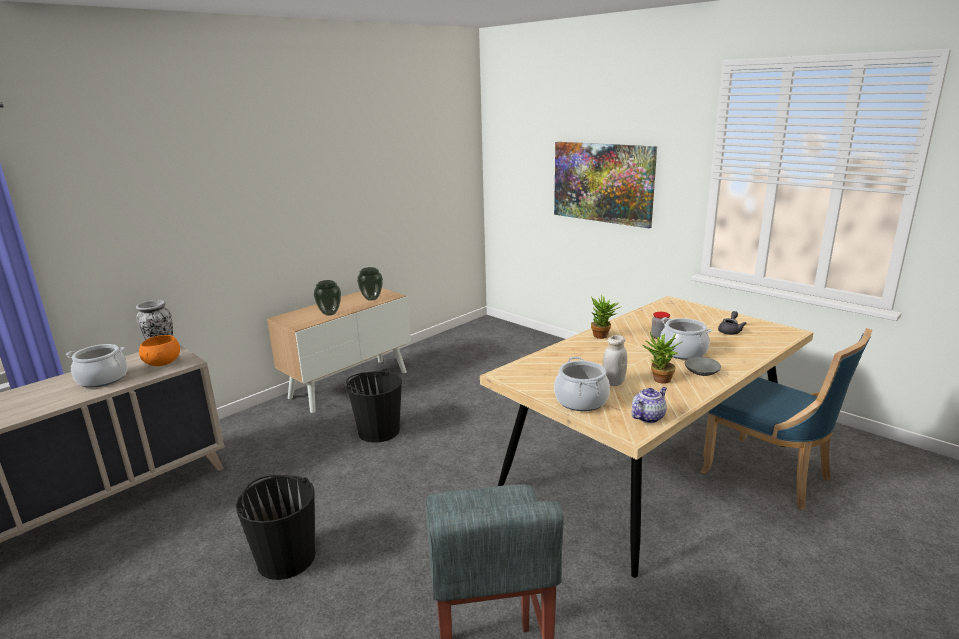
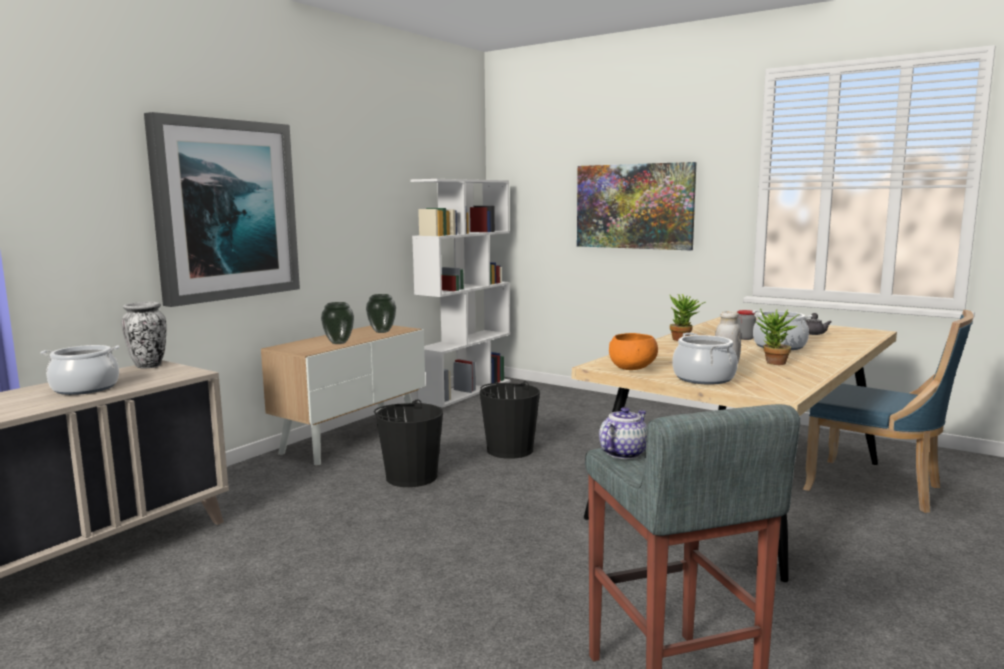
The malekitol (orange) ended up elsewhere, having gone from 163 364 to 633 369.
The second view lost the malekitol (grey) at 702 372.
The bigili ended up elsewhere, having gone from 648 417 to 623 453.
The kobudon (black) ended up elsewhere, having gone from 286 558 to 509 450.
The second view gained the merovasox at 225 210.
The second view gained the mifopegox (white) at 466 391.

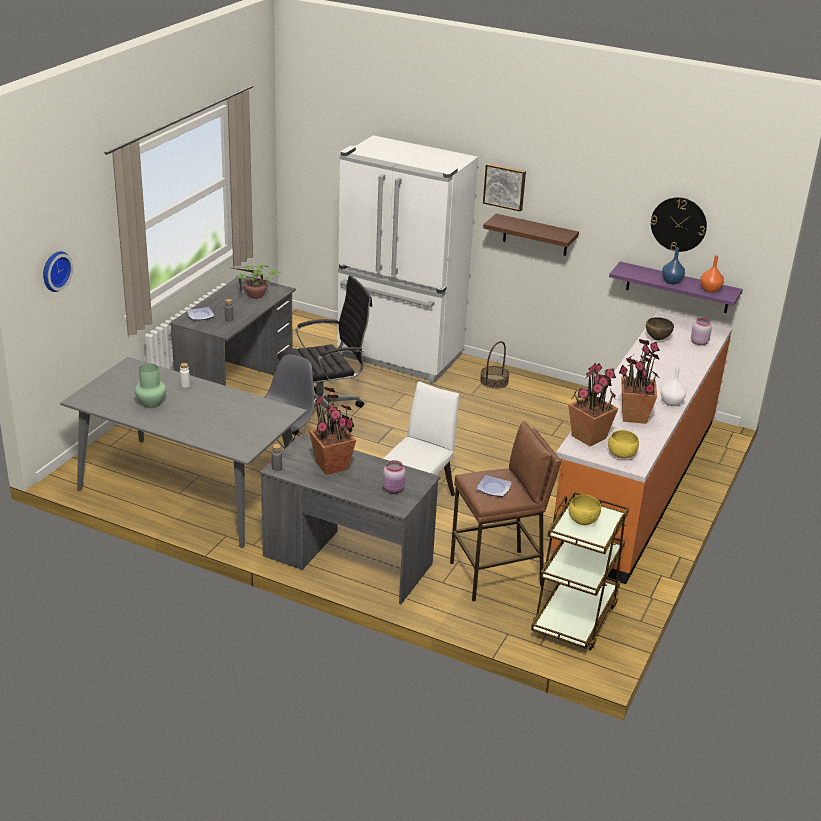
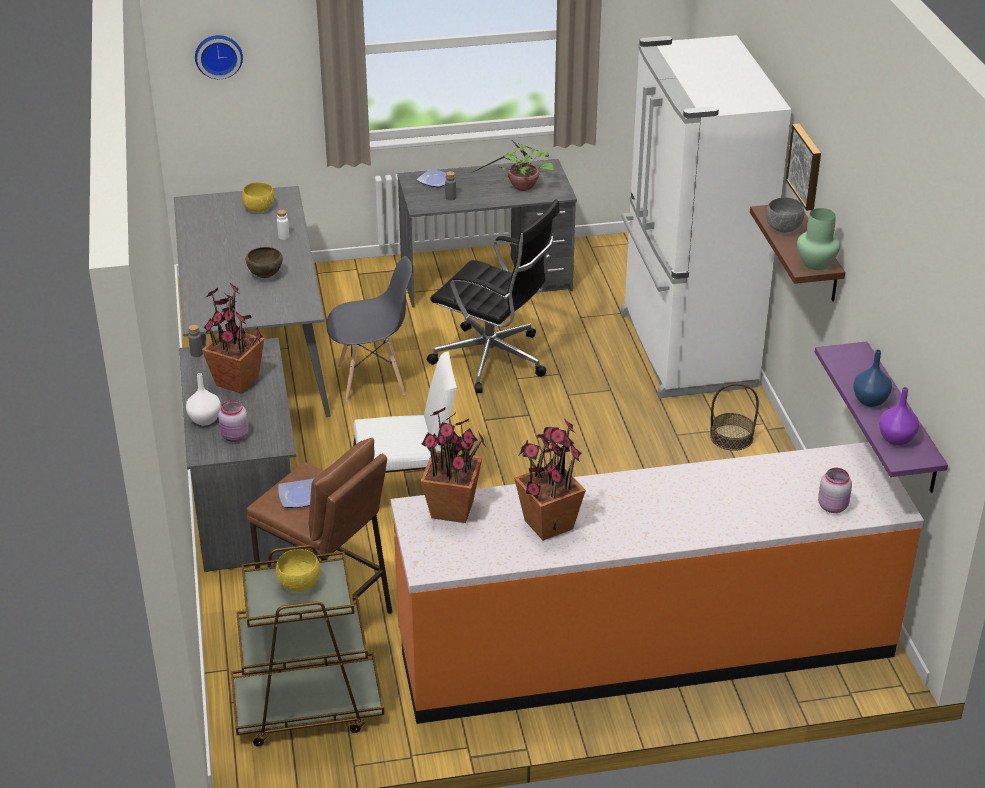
The second view lost the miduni at 678 224.
What was the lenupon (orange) at 710 290 turned into the lenupon (purple) at 895 439.
The malekitol (brown) ended up elsewhere, having gone from 657 339 to 265 276.
The lenupon (green) ended up elsewhere, having gone from 151 403 to 816 264.
The lenupon (white) ended up elsewhere, having gone from 671 402 to 205 419.
The malekitol (yellow) ended up elsewhere, having gone from 621 454 to 259 209.
The second view gained the malekitol (grey) at 784 229.

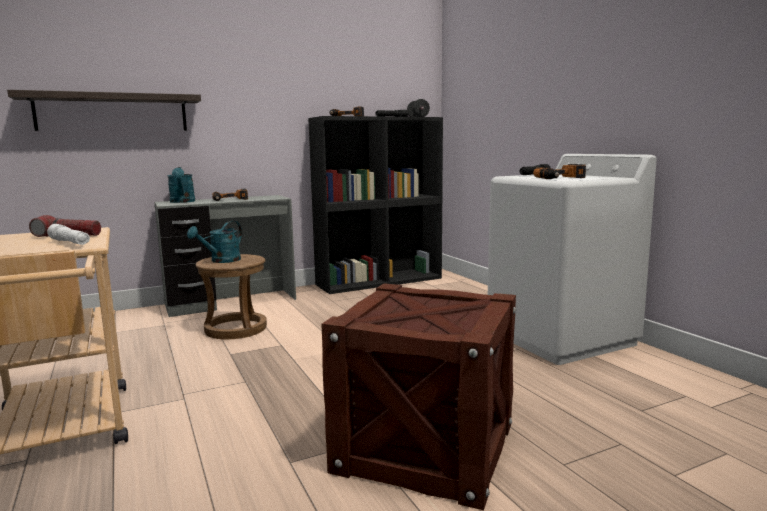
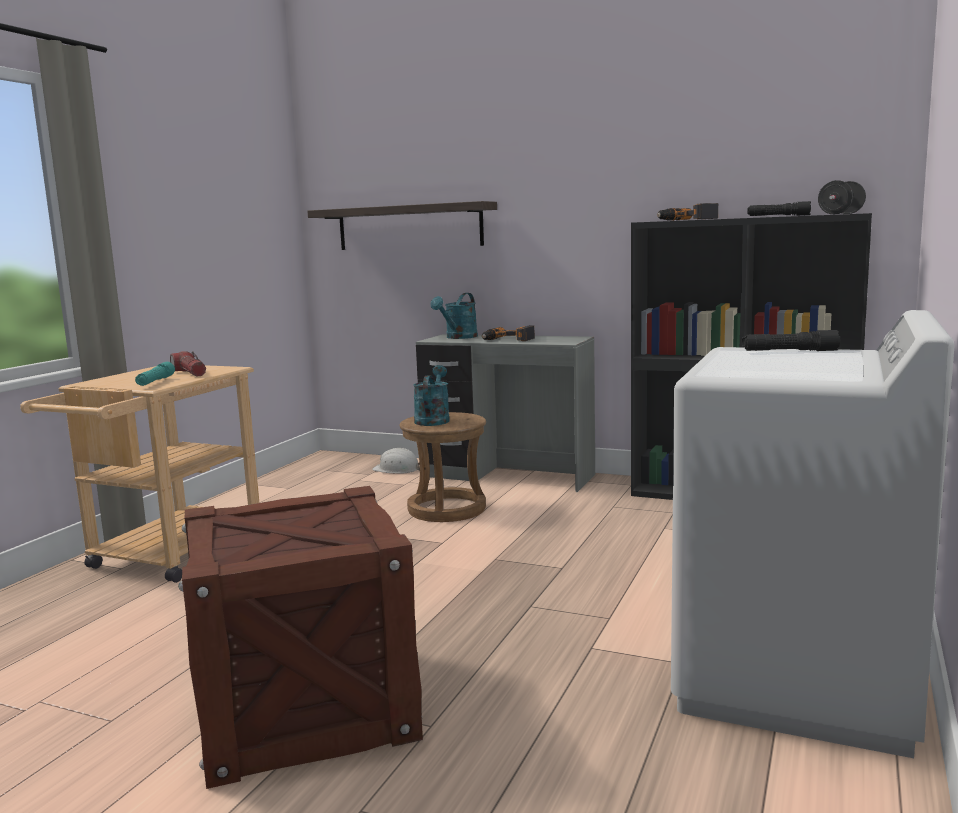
The second view lost the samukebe at 561 178.
The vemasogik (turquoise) at 221 261 ended up facing another way, 105 degrees clockwise from before.
What was the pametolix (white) at 69 242 turned into the pametolix (turquoise) at 155 381.
The second view gained the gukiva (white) at 397 469.

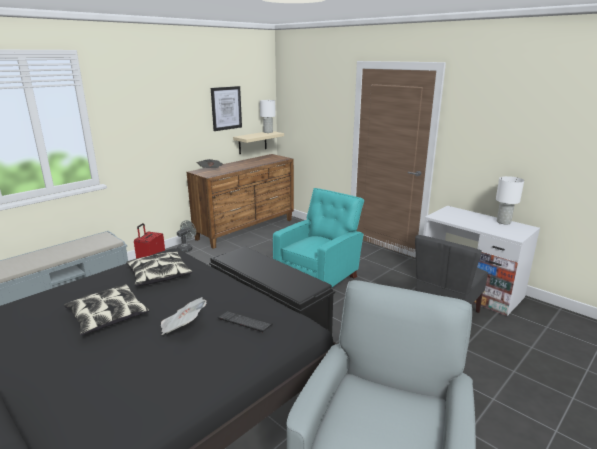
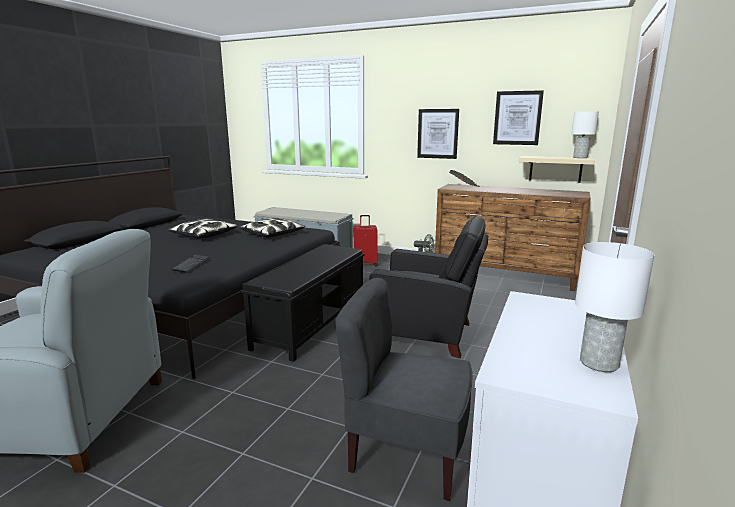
What was the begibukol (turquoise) at 319 278 turned into the begibukol (black) at 428 334.
The second view lost the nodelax at 183 326.
The second view gained the merovasox at 437 133.

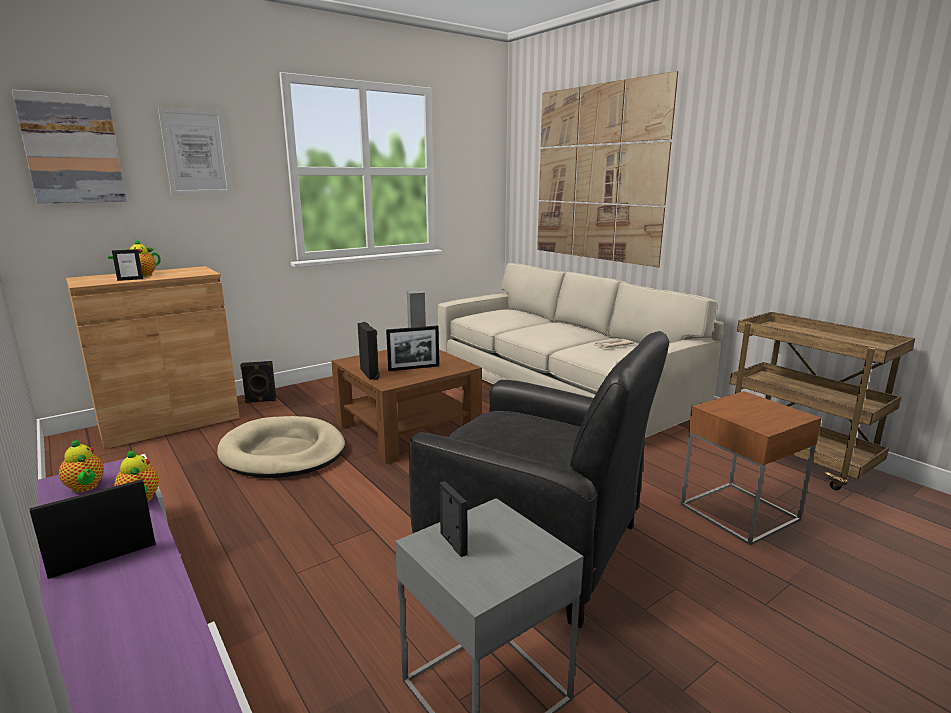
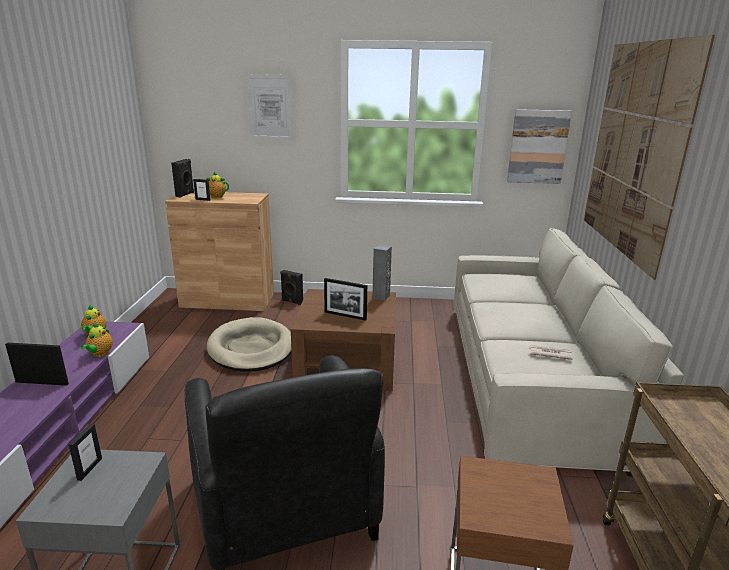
The merovasox ended up elsewhere, having gone from 72 149 to 537 147.
The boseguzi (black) ended up elsewhere, having gone from 370 374 to 185 194.

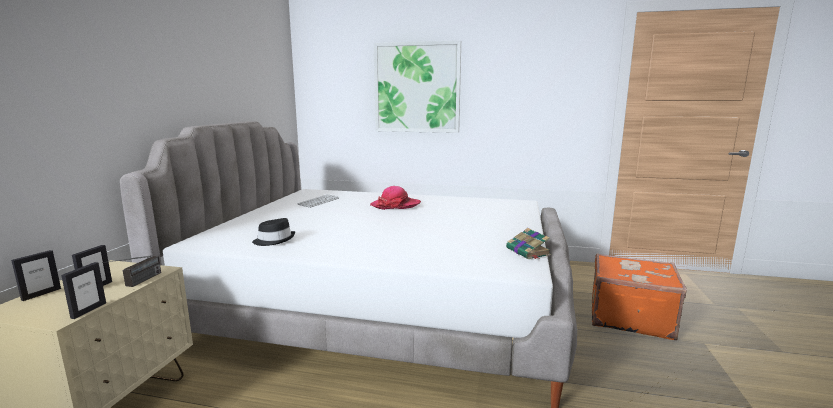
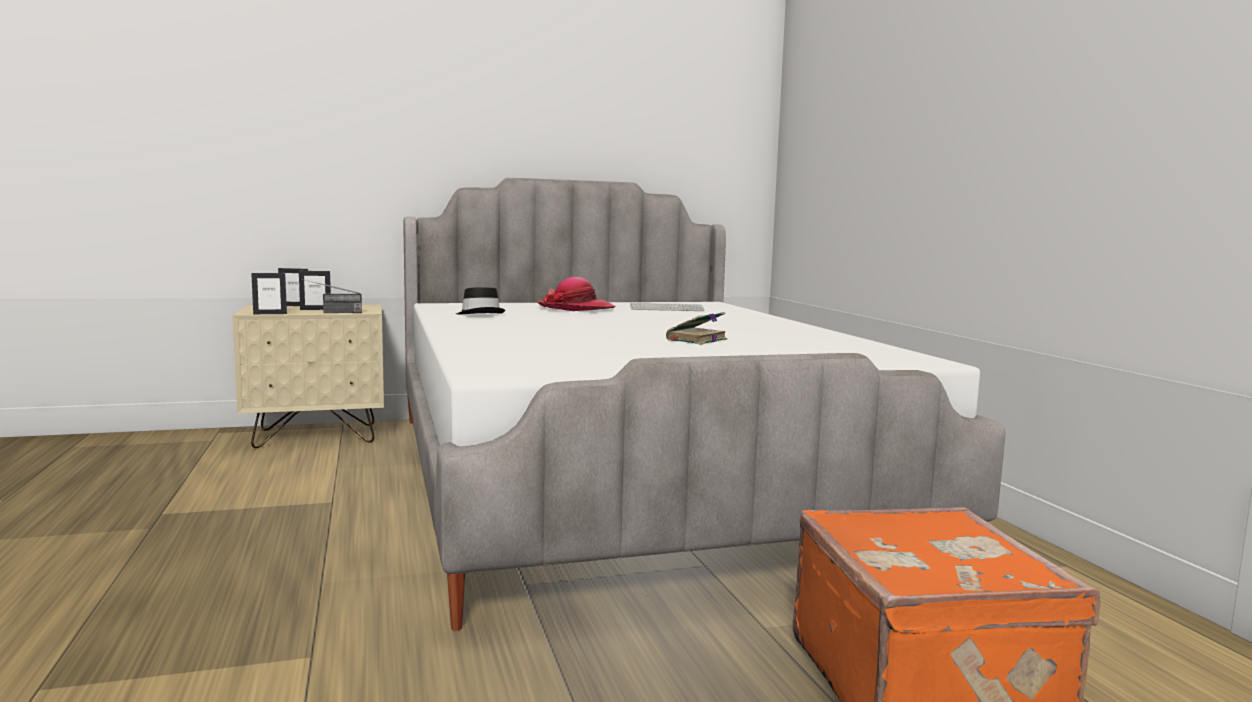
The second view lost the merovasox at 417 88.
The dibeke ended up elsewhere, having gone from 395 205 to 575 309.
The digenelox ended up elsewhere, having gone from 528 252 to 695 340.

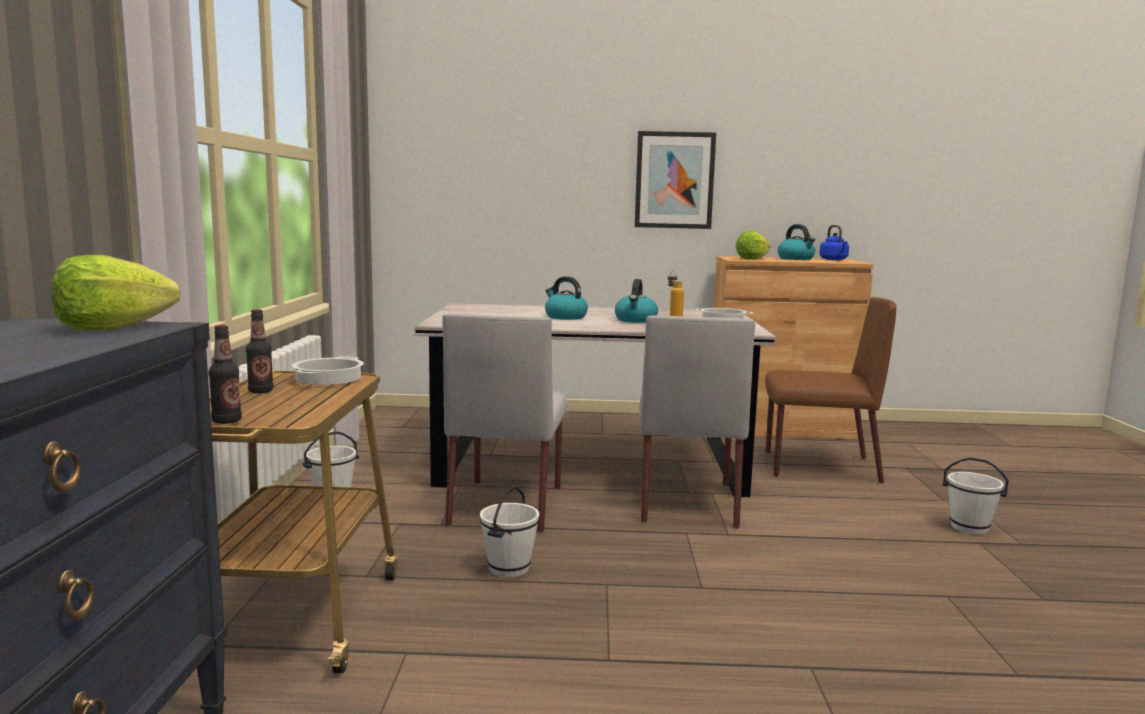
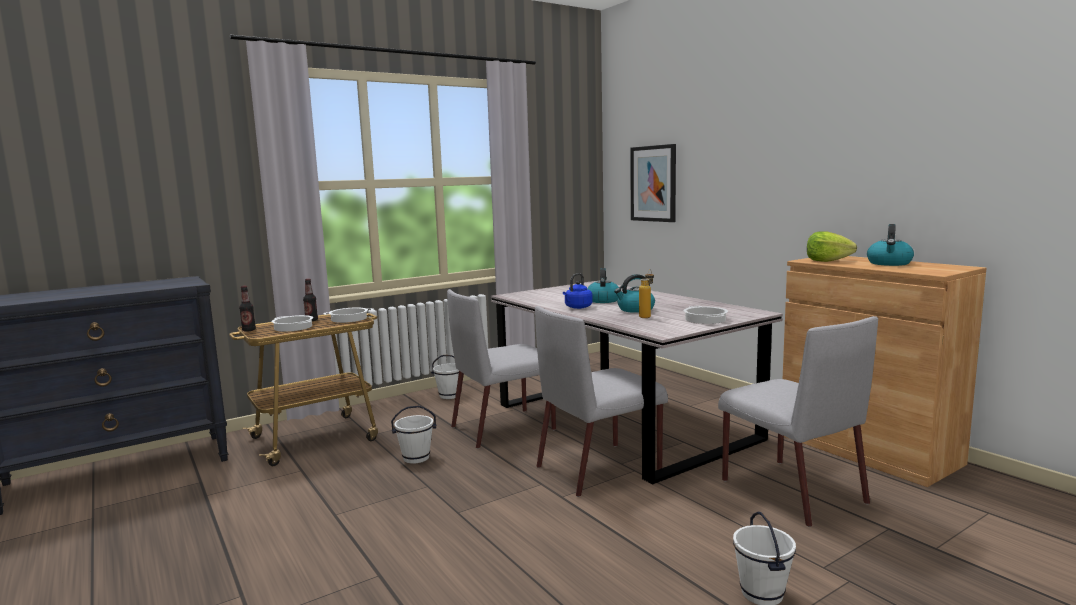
The merovasox ended up elsewhere, having gone from 674 180 to 653 183.
The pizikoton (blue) ended up elsewhere, having gone from 834 260 to 577 307.
The second view lost the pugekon at 113 327.
What was the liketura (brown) at 818 466 turned into the liketura (grey) at 790 490.
The second view gained the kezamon at 292 327.

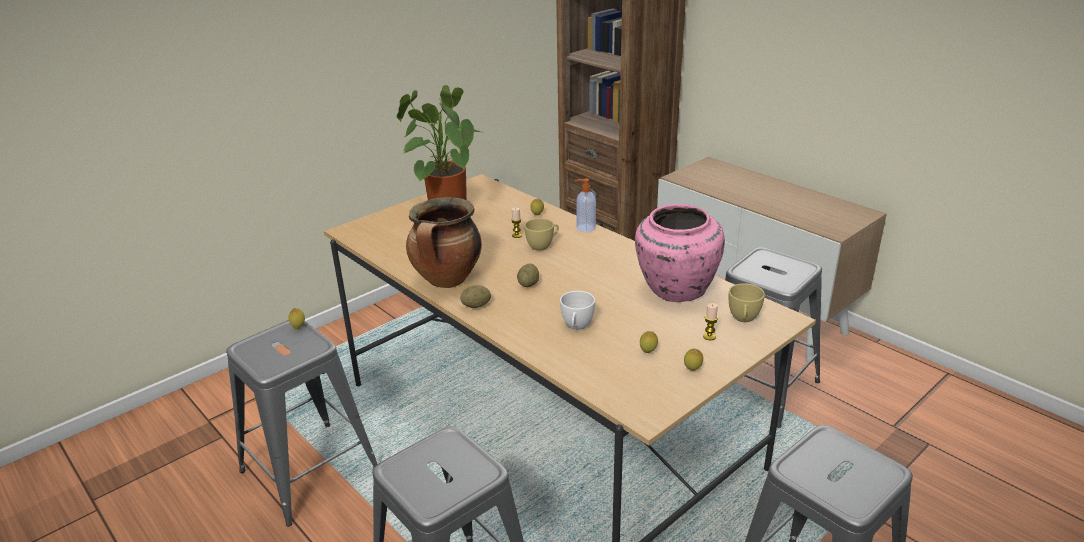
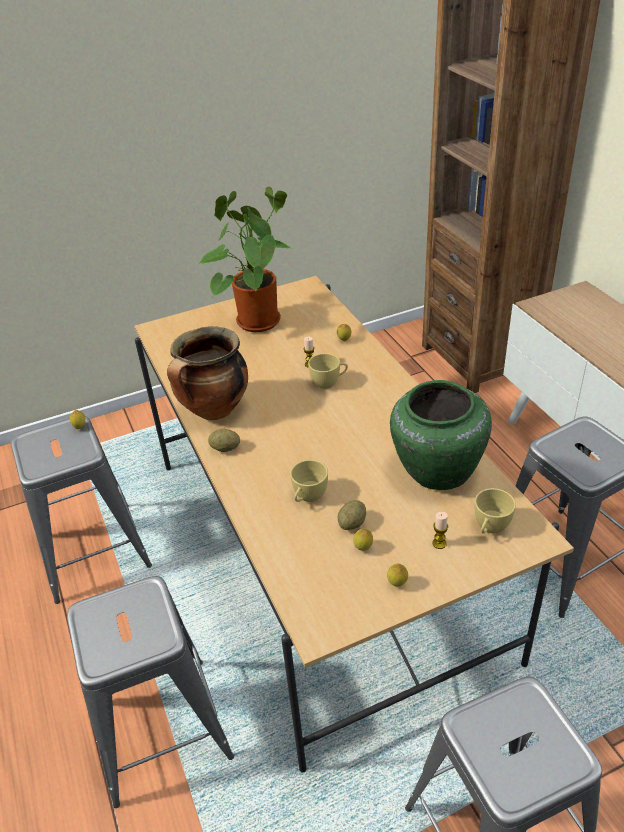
The second view lost the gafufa at 585 228.
What was the lenupon (pink) at 674 290 turned into the lenupon (green) at 435 471.
The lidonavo ended up elsewhere, having gone from 528 284 to 352 523.
What was the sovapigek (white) at 576 327 turned into the sovapigek (yellow) at 308 497.

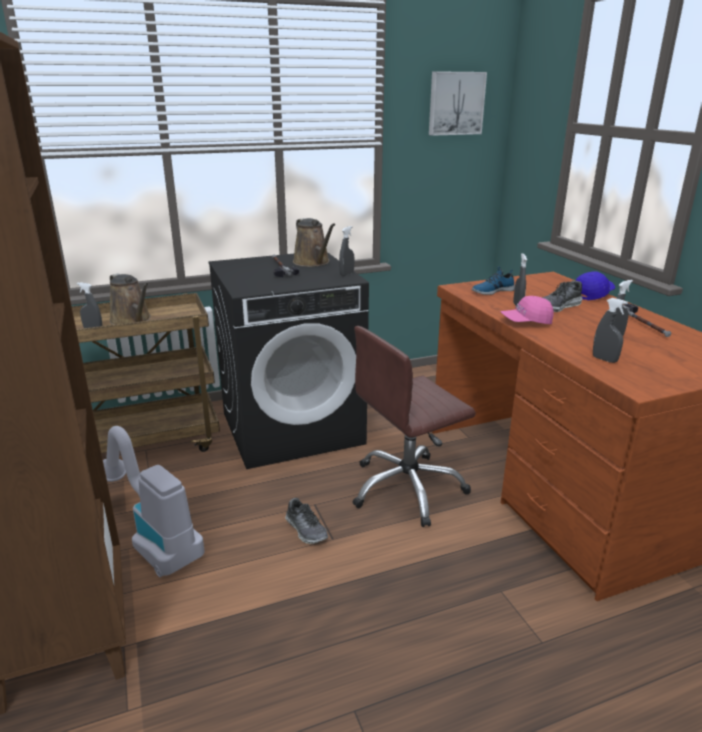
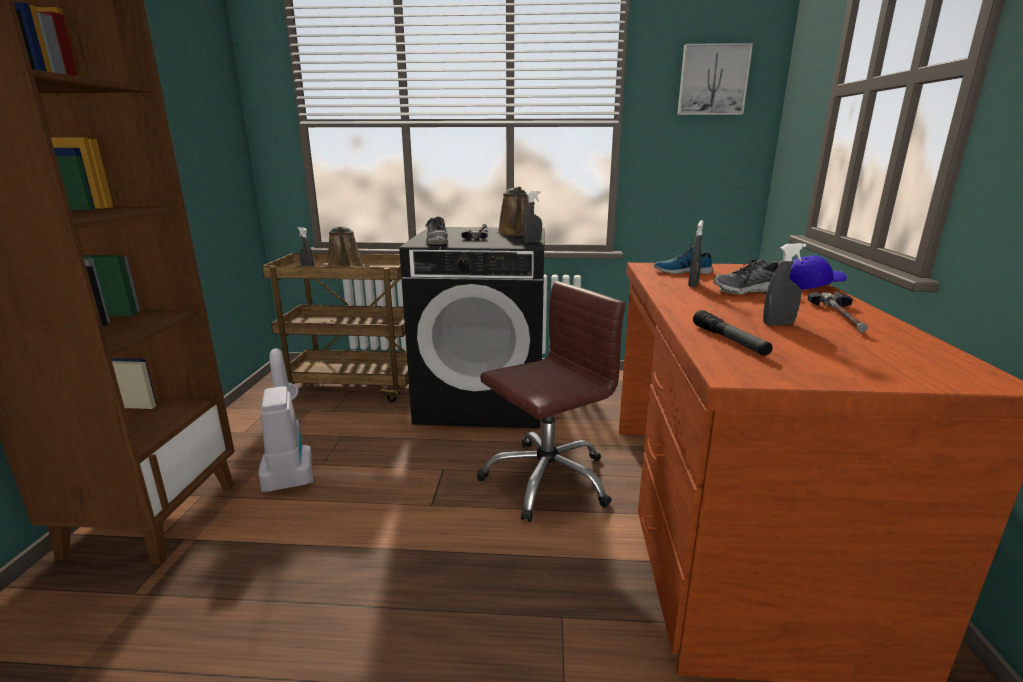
The second view lost the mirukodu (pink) at 526 322.
Where the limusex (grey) stood at 604 359, the pametolix came to stand at 729 340.
The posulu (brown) at 407 488 ended up facing another way, 150 degrees clockwise from before.
The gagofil ended up elsewhere, having gone from 306 530 to 437 241.

